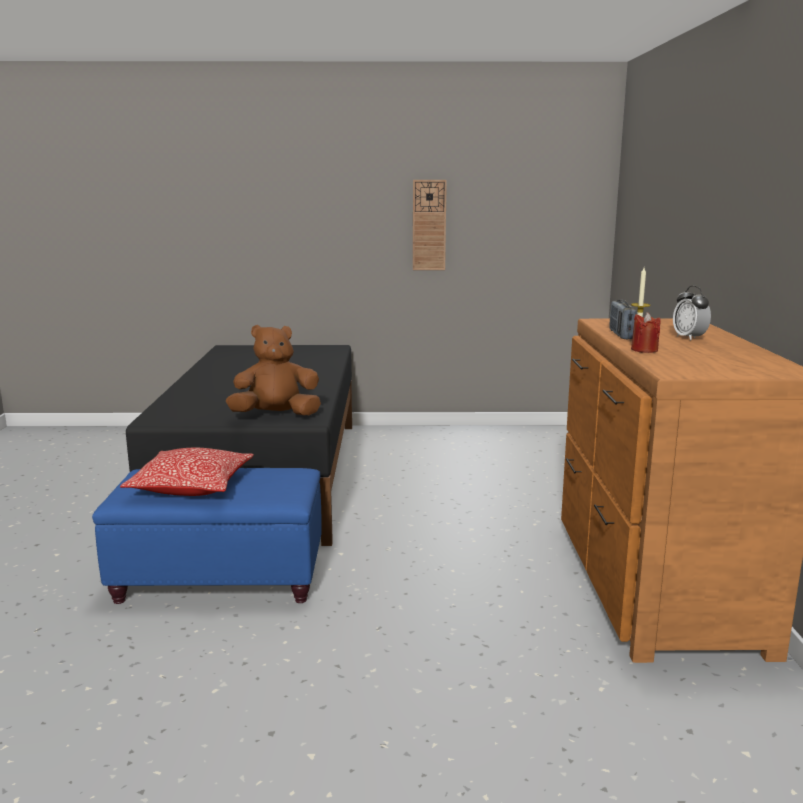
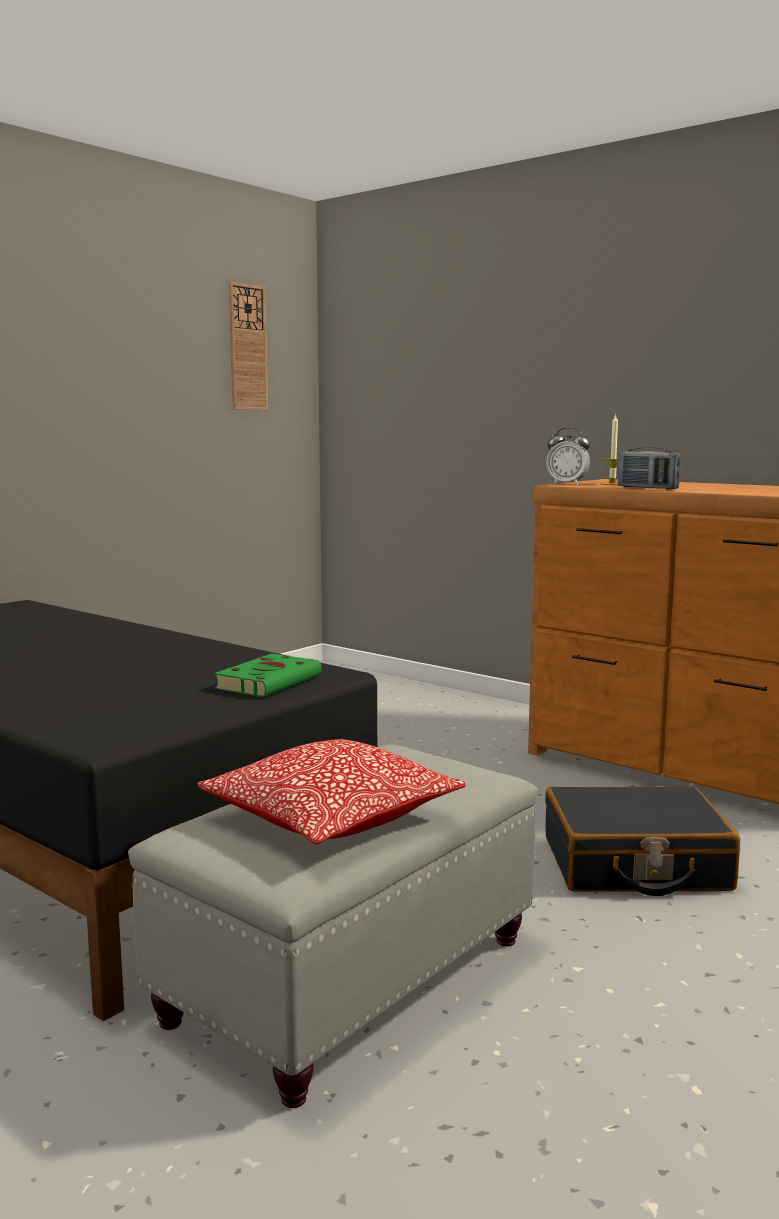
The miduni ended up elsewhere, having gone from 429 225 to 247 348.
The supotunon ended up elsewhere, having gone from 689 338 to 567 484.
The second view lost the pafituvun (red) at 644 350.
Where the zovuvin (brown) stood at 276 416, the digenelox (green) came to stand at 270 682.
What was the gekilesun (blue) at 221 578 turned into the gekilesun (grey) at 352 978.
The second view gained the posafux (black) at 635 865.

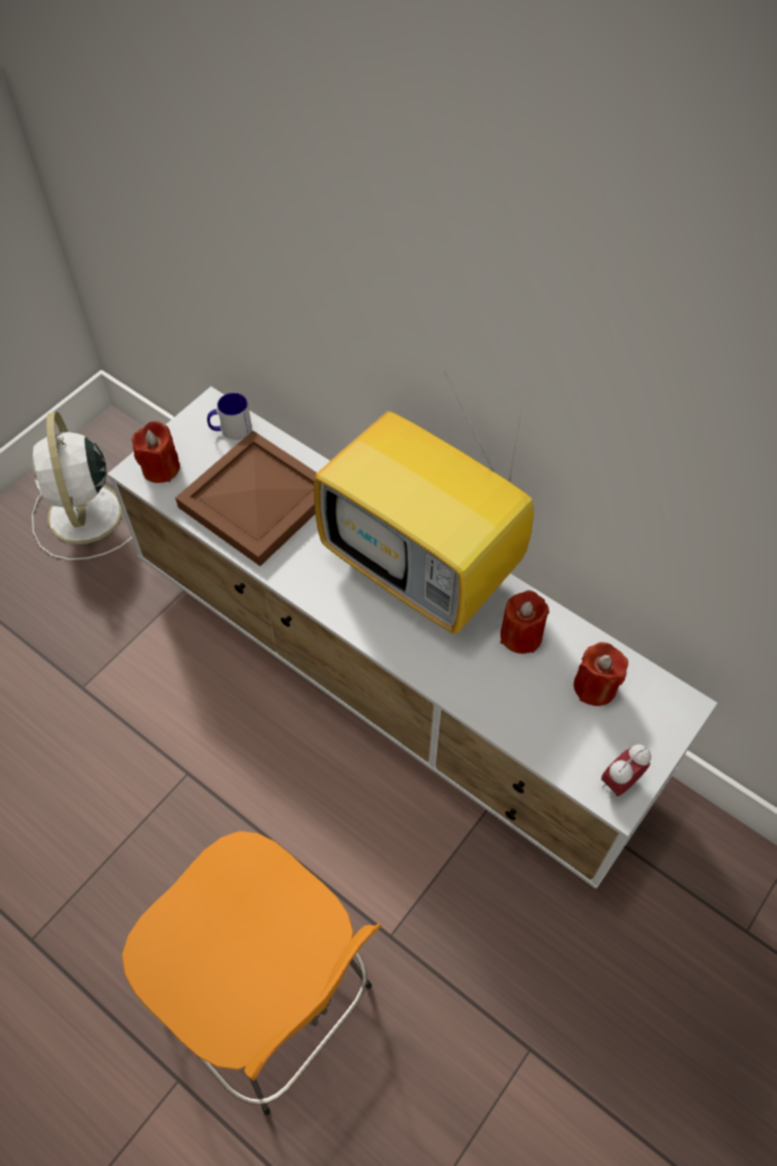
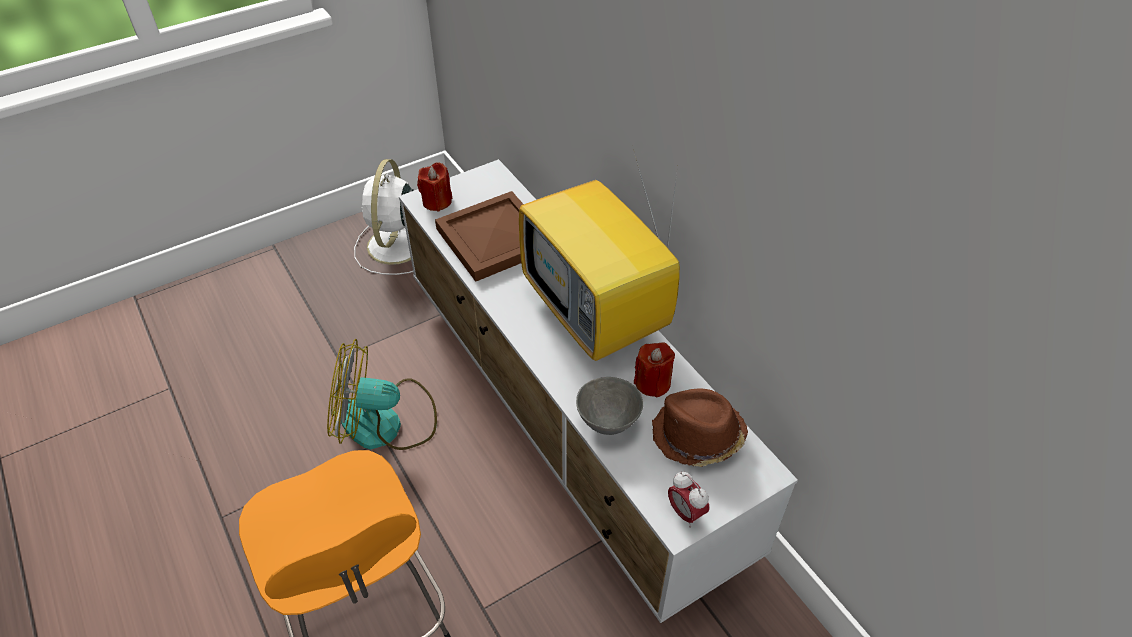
The second view lost the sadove at 231 430.
Where the pafituvun (red) stood at 595 686, the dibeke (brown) came to stand at 697 436.
The supotunon at 620 782 ended up facing another way, 105 degrees counterclockwise from before.
The second view gained the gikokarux at 386 423.
The second view gained the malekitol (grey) at 607 424.

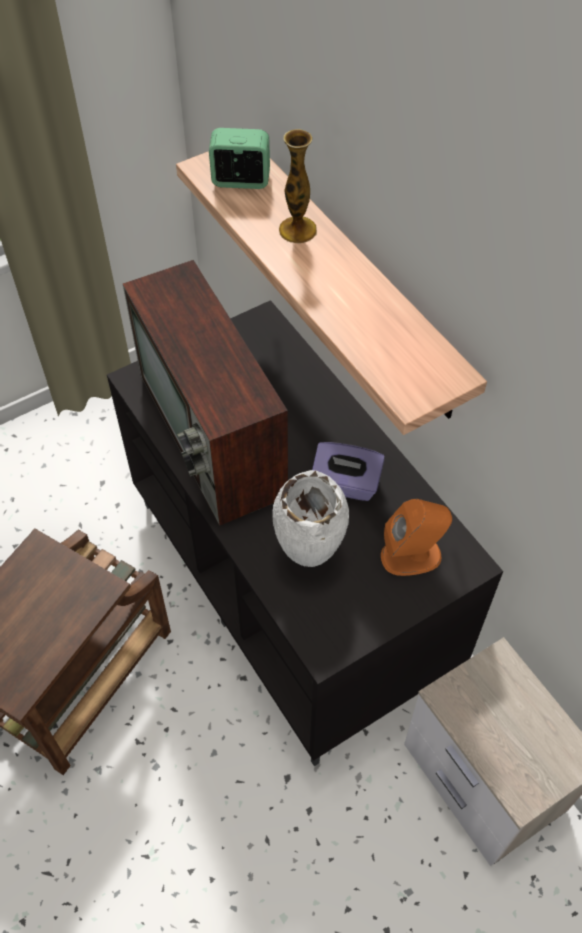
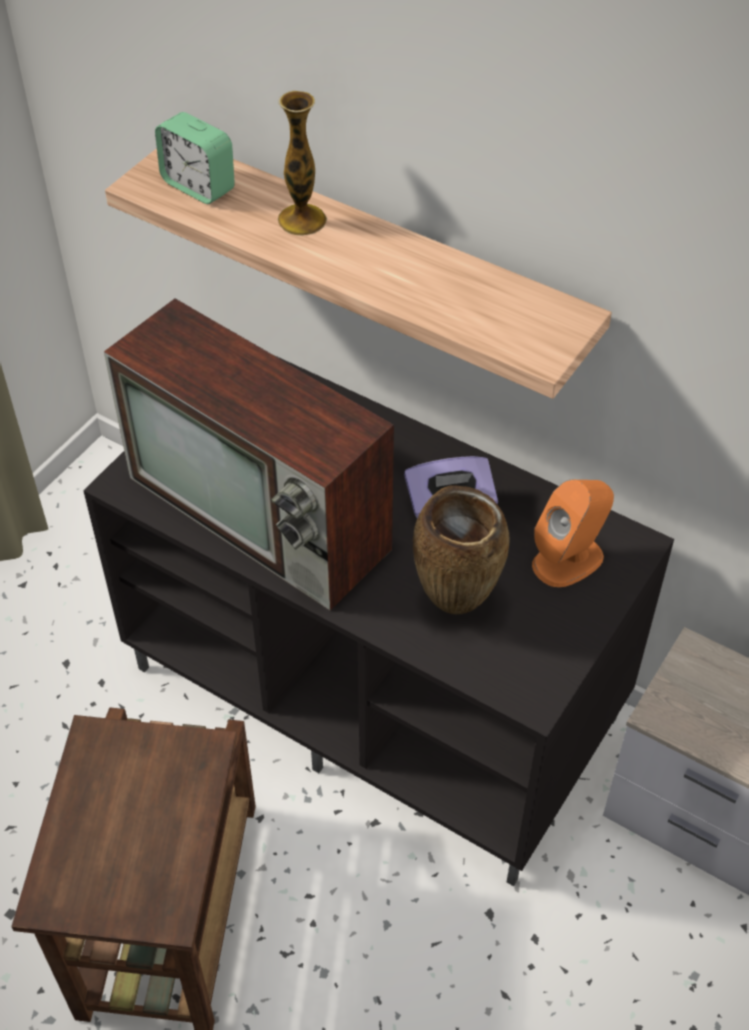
The supotunon at 241 181 ended up facing another way, 120 degrees counterclockwise from before.
What was the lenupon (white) at 310 557 turned into the lenupon (brown) at 457 605.

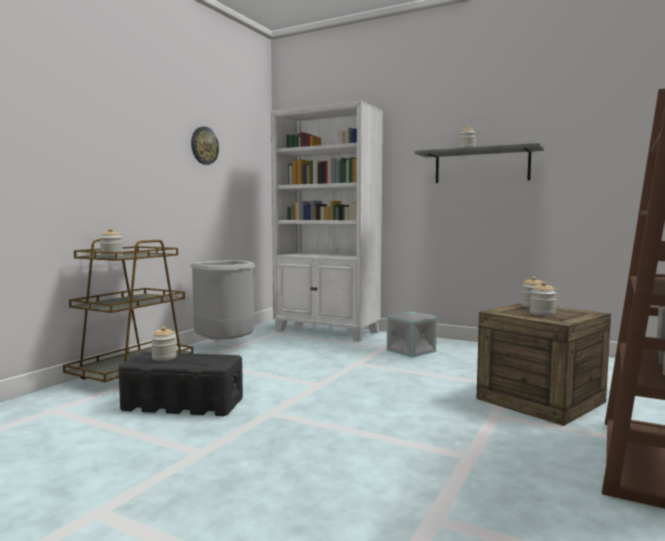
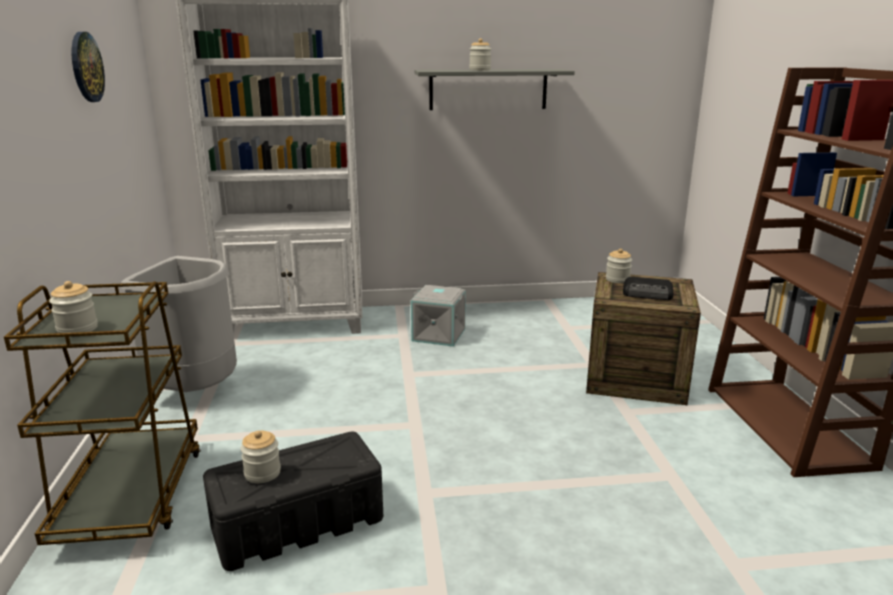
Where the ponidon stood at 542 313, the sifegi came to stand at 648 294.

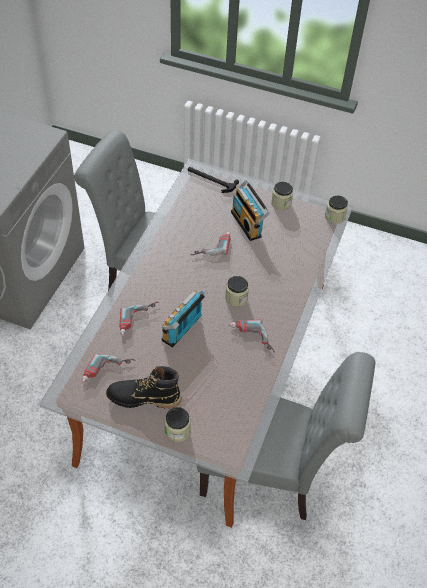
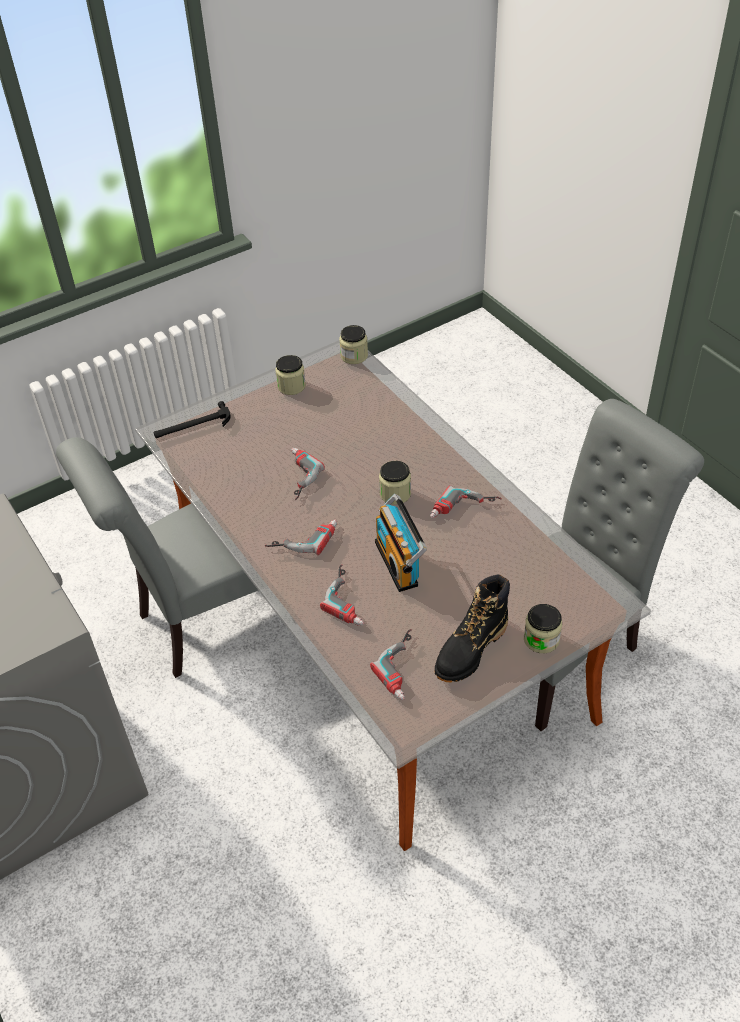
The second view lost the sifegi at 248 224.
The second view gained the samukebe at 303 537.

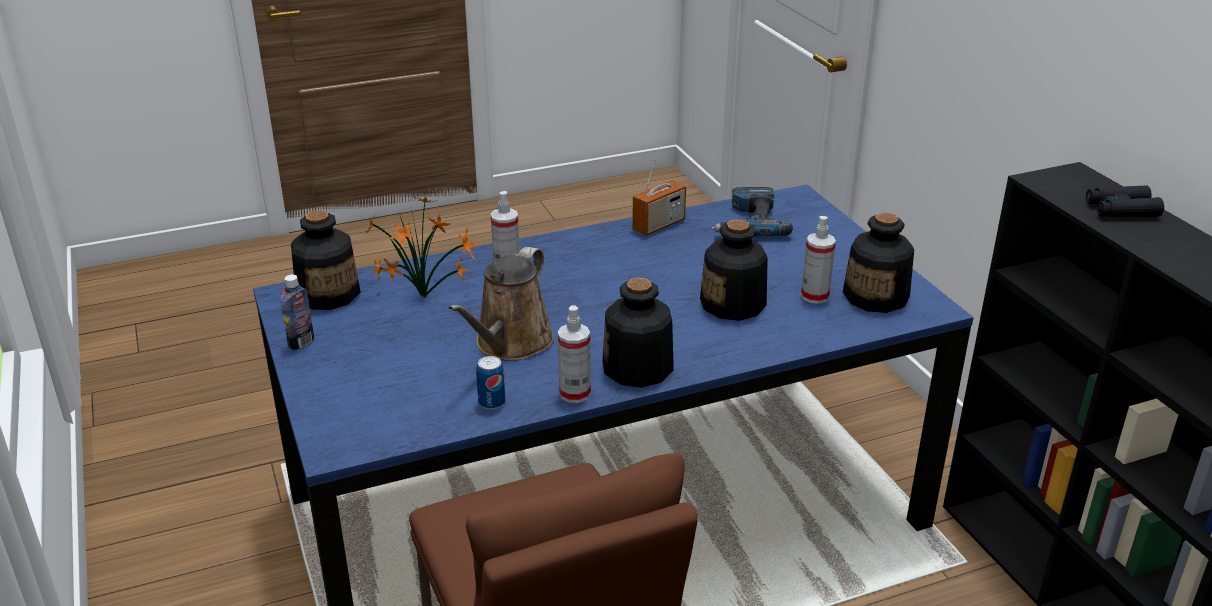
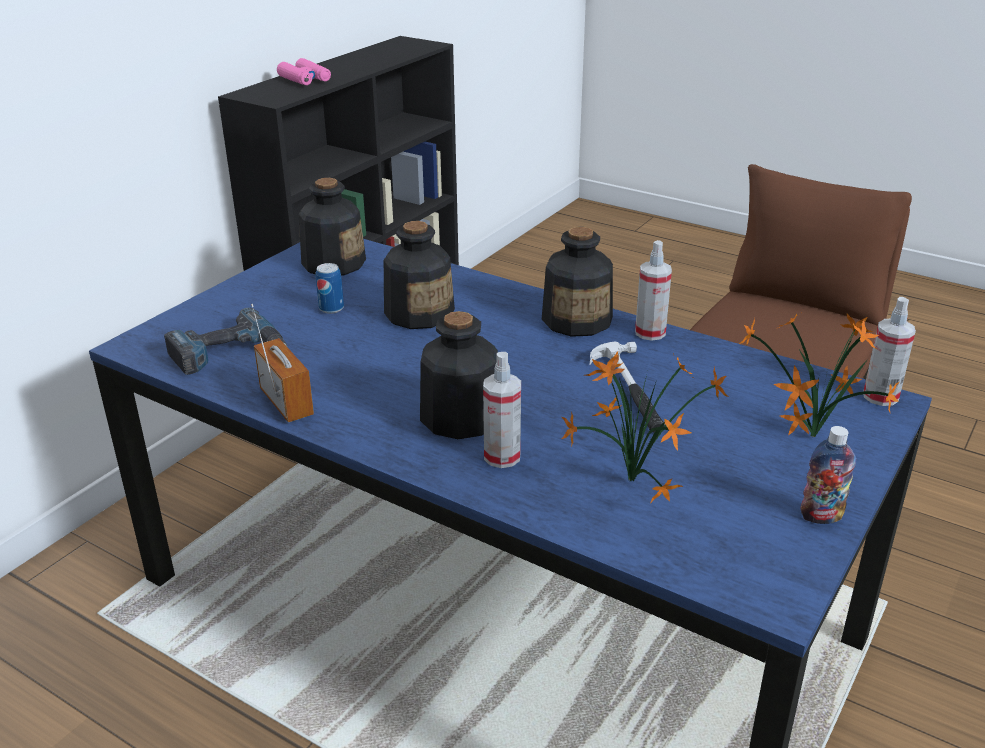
The sifegi at 658 225 ended up facing another way, 45 degrees clockwise from before.
What was the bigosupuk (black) at 1121 210 turned into the bigosupuk (pink) at 305 79.
The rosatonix ended up elsewhere, having gone from 328 294 to 460 417.
The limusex ended up elsewhere, having gone from 815 296 to 880 396.
Where the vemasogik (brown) stood at 510 344, the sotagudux came to stand at 630 390.
The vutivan ended up elsewhere, having gone from 492 402 to 331 308.
The second view gained the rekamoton at 809 439.

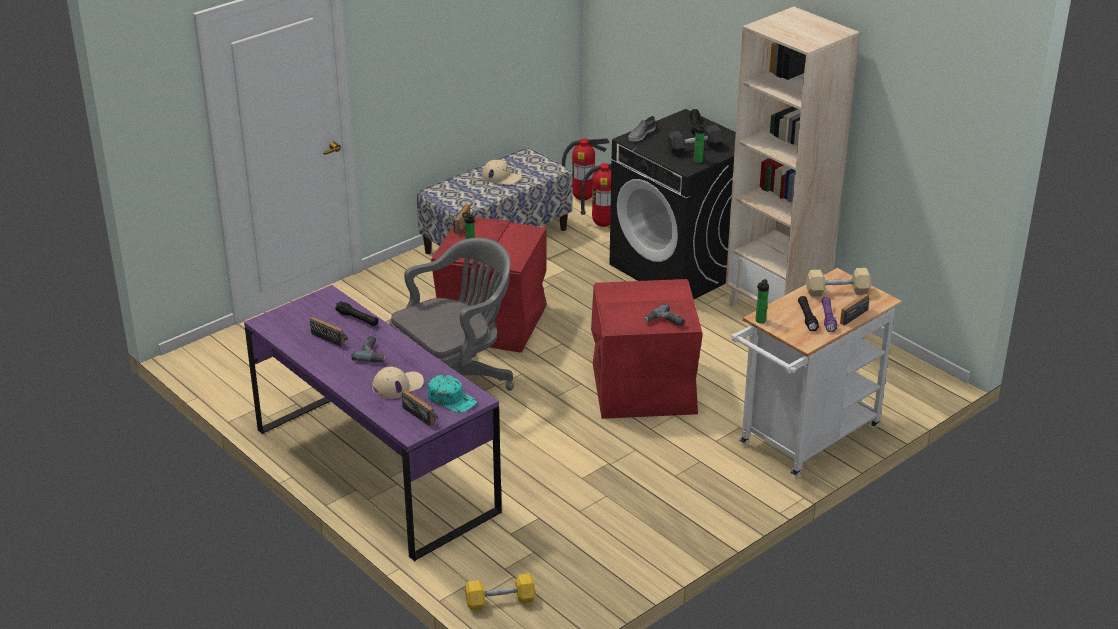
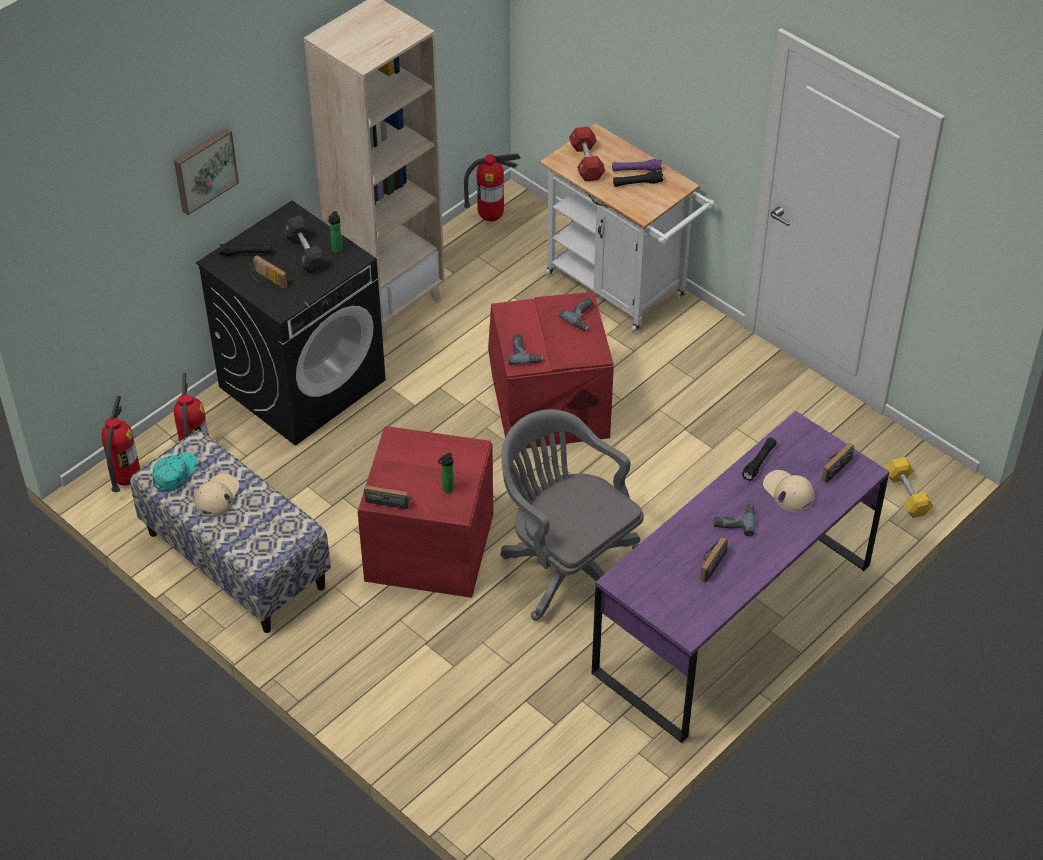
The second view lost the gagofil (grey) at 641 134.
What was the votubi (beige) at 837 292 turned into the votubi (red) at 586 162.
The second view lost the rosatonix at 760 321.
The sifegi ended up elsewhere, having gone from 851 314 to 267 280.
The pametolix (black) ended up elsewhere, having gone from 357 319 to 759 462.
The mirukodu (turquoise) ended up elsewhere, having gone from 452 399 to 175 473.
The second view gained the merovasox at 204 169.
The second view gained the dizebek at 491 217.
The second view gained the samukebe at 525 353.

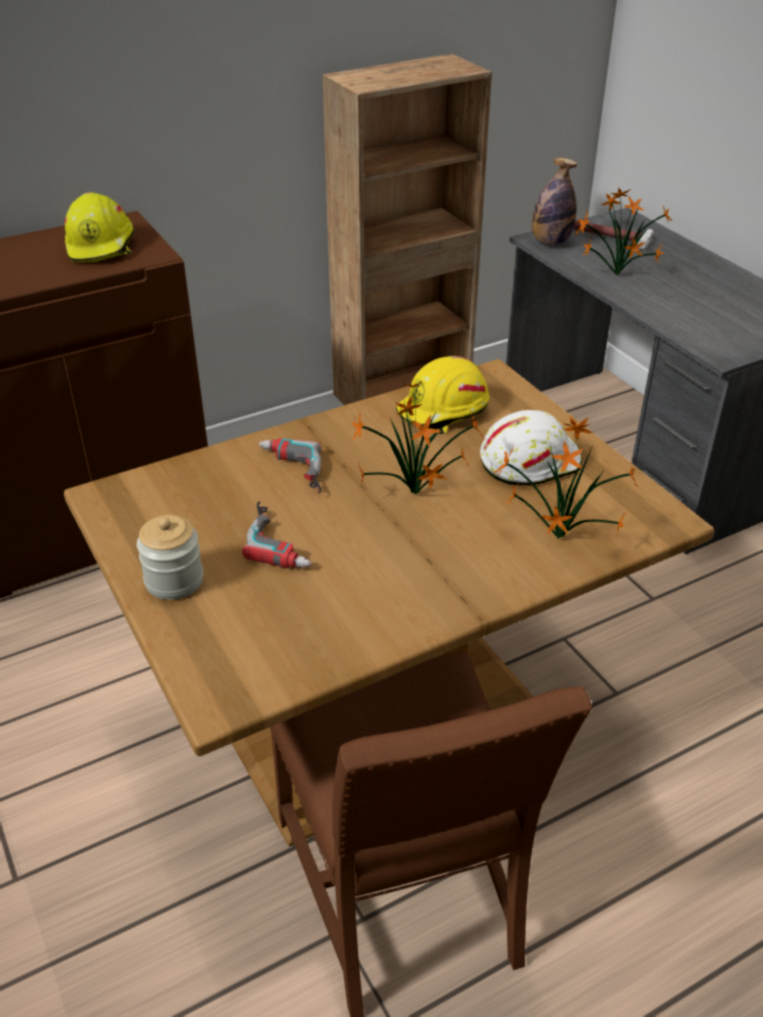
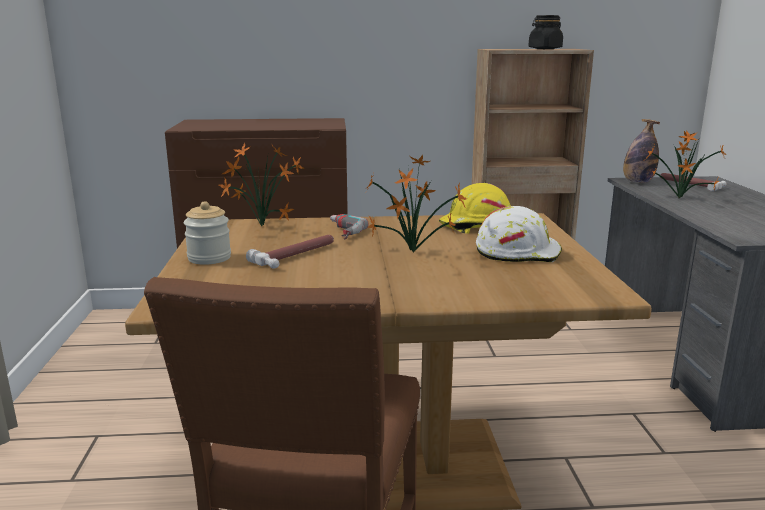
The second view lost the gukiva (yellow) at 101 246.
The rekamoton ended up elsewhere, having gone from 554 537 to 260 226.
Where the samukebe stood at 283 540, the sotagudux came to stand at 298 255.
The second view gained the ponidon (black) at 545 49.

